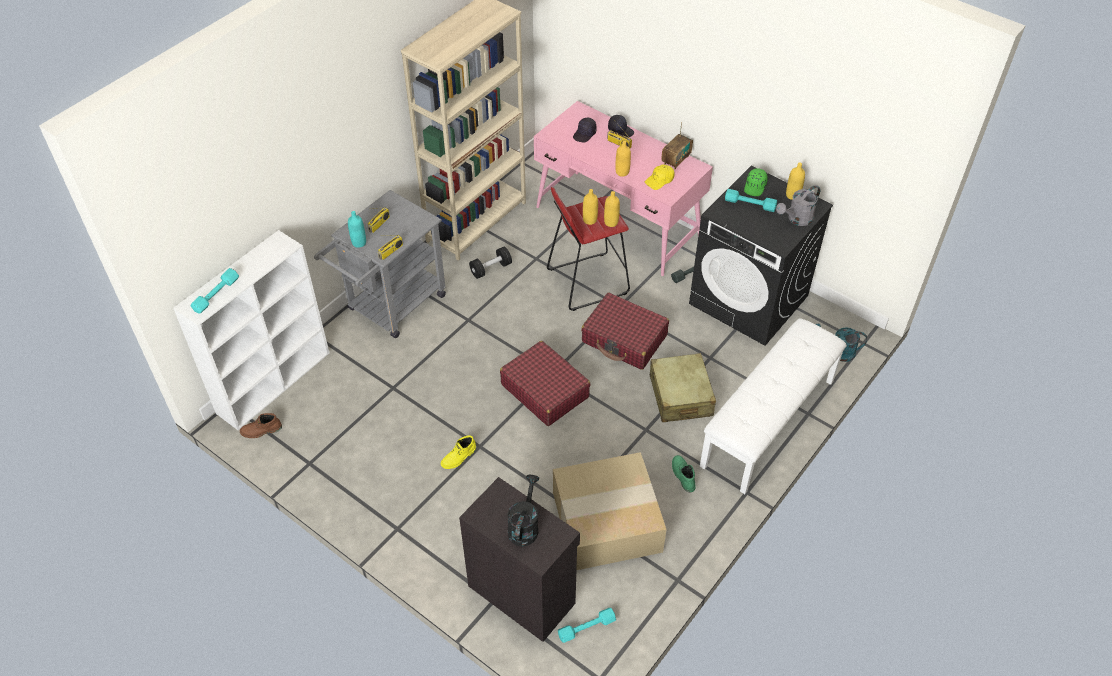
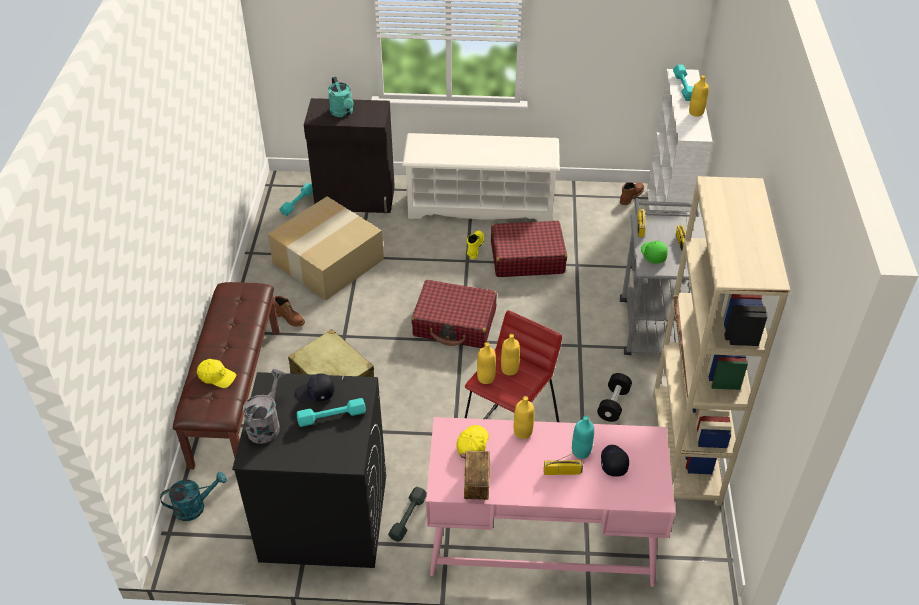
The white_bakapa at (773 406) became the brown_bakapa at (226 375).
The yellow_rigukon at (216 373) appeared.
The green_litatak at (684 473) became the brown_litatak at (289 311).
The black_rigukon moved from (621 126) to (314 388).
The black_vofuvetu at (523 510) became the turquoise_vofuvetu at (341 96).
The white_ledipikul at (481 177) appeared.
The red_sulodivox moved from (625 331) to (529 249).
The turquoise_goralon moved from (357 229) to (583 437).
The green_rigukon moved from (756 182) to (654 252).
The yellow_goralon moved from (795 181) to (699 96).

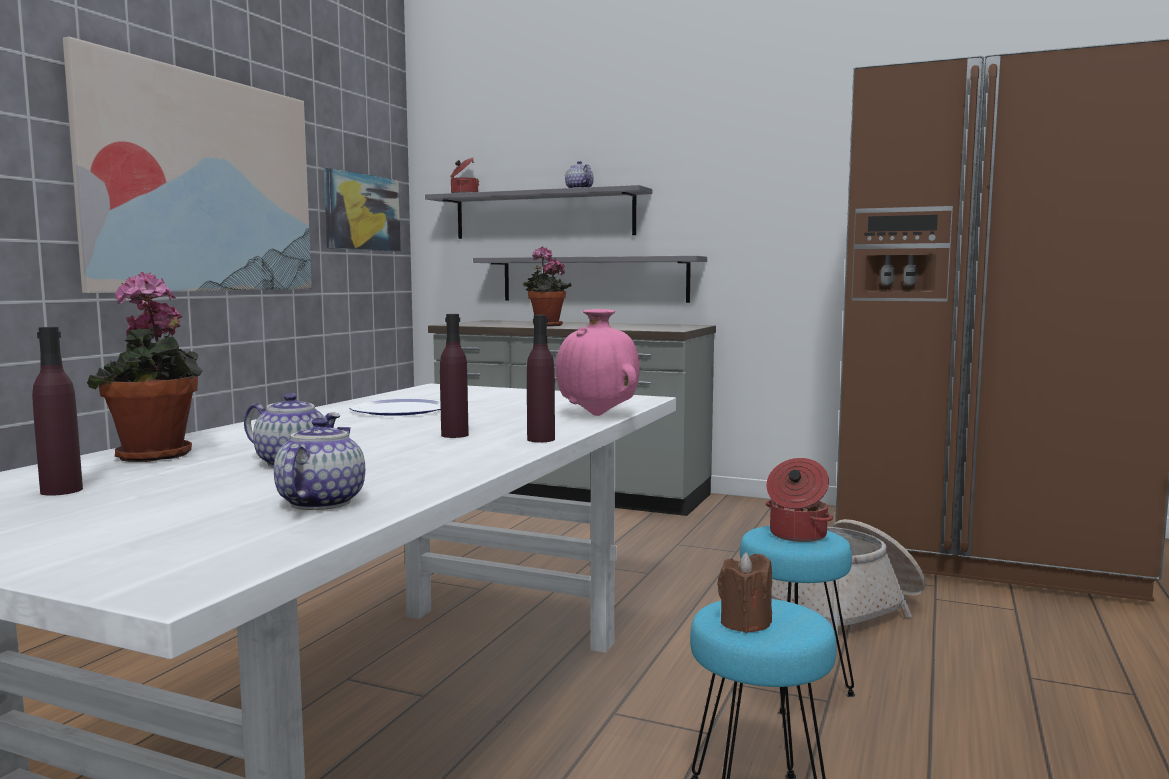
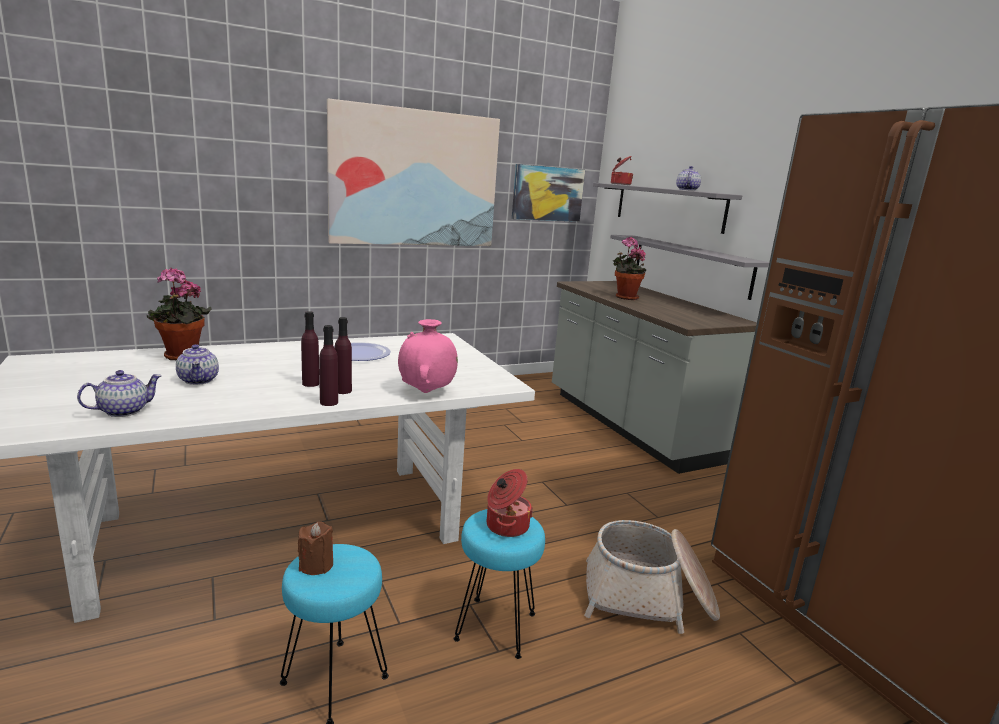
The purple_goralon moved from (57 411) to (343 355).

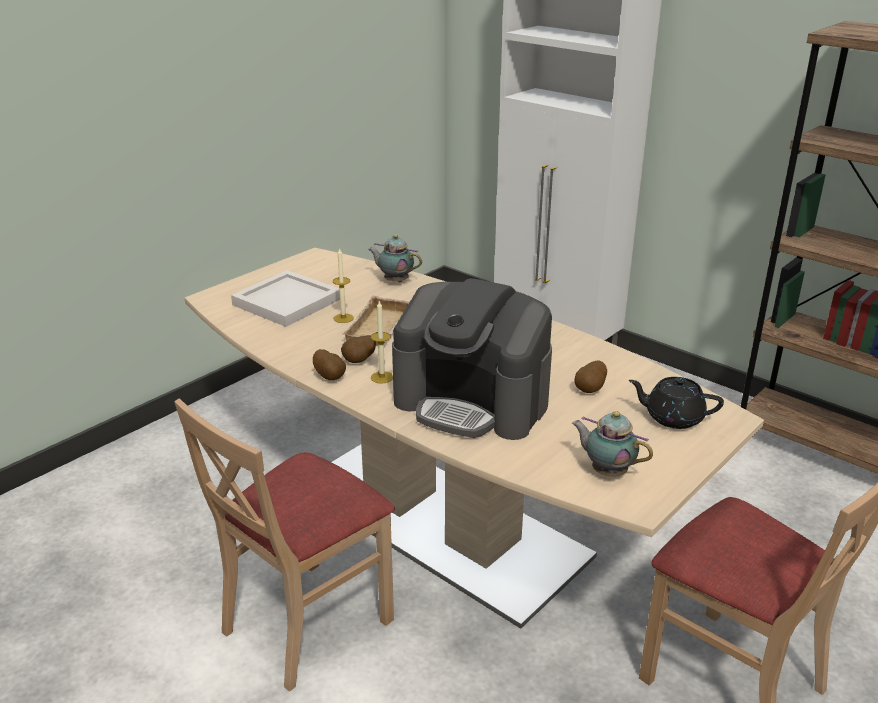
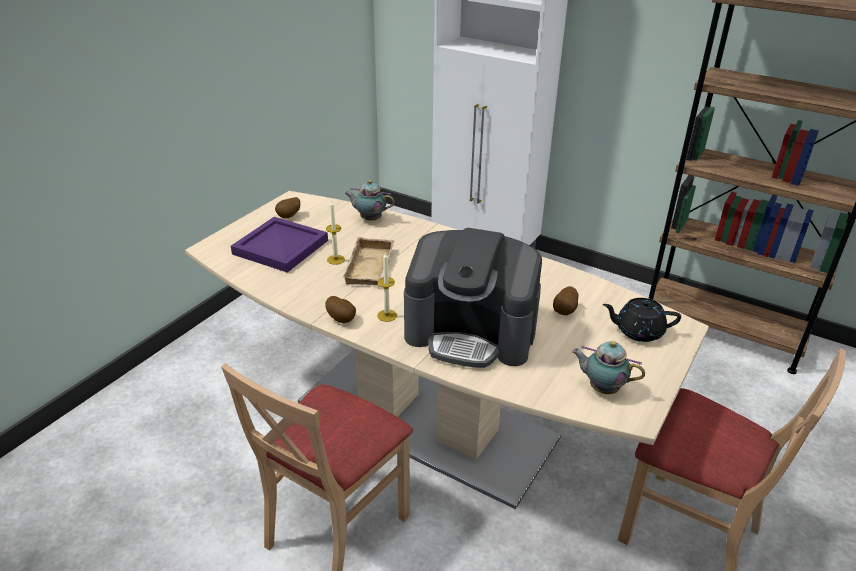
The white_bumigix at (285 298) became the purple_bumigix at (279 245).
The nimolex moved from (358 349) to (287 207).

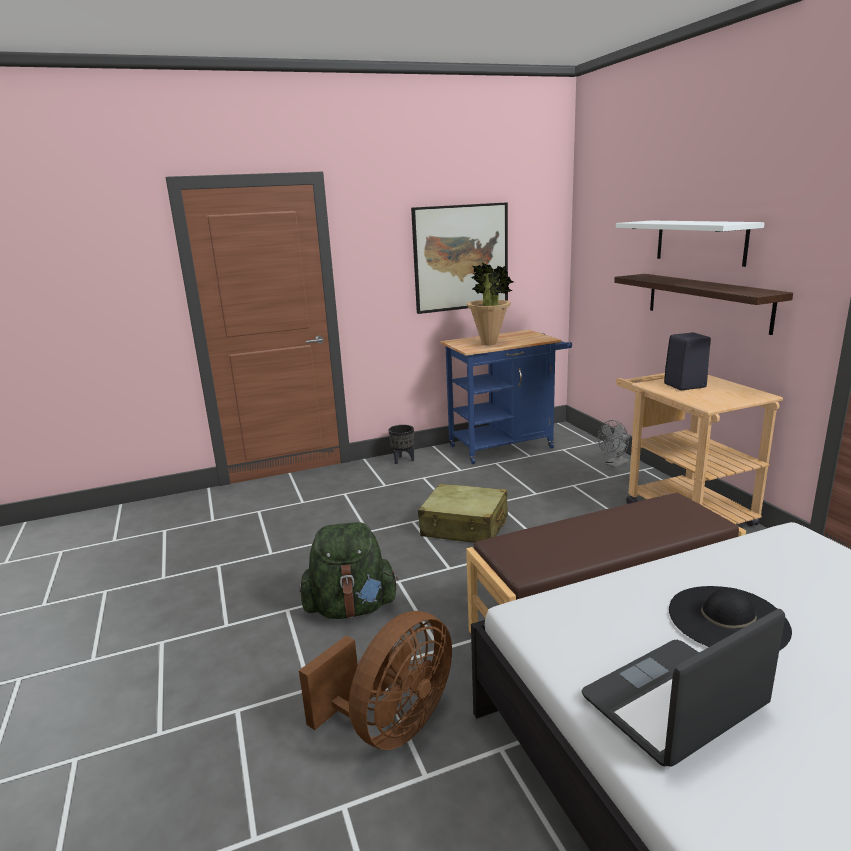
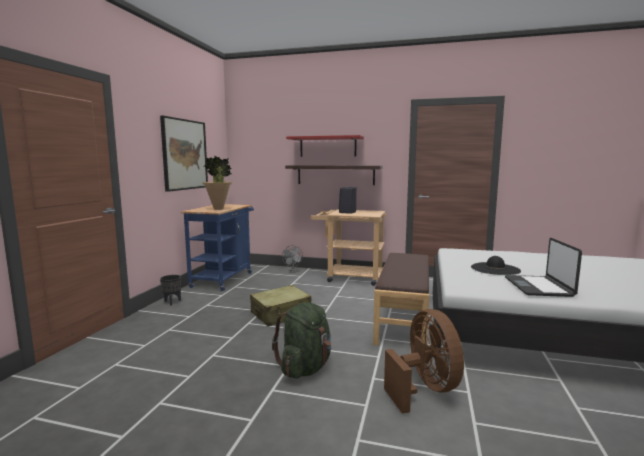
The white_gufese at (690 244) became the red_gufese at (325 146).

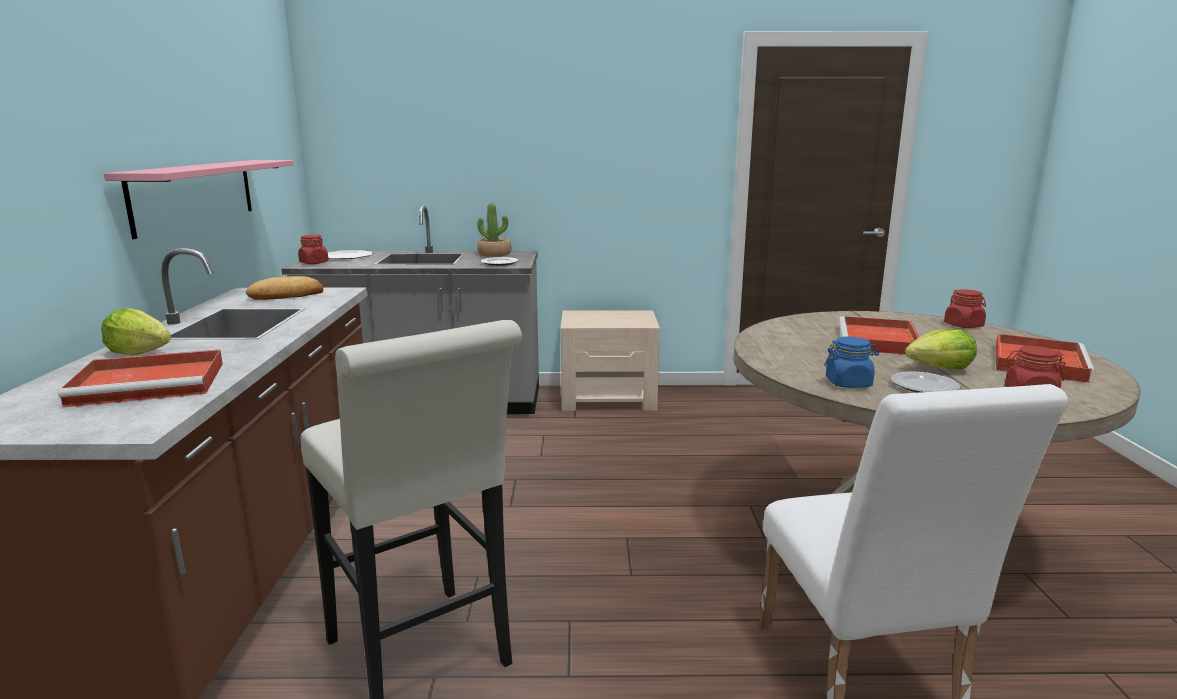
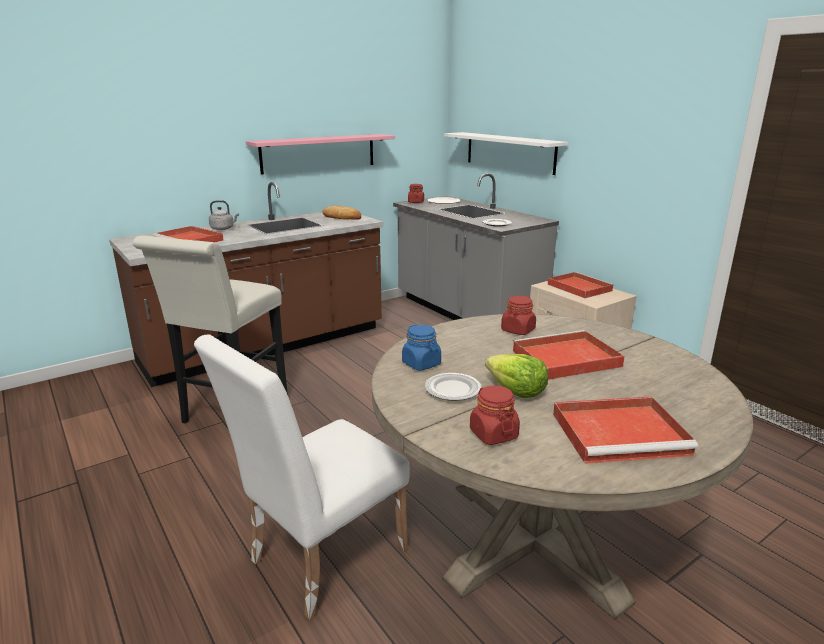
The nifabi at (136 332) was replaced by the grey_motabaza at (224 215).
The white_gufese at (506 153) appeared.
The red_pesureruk moved from (965 308) to (518 315).
The red_bumigix at (581 285) appeared.
The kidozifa at (494 230) disappeared.

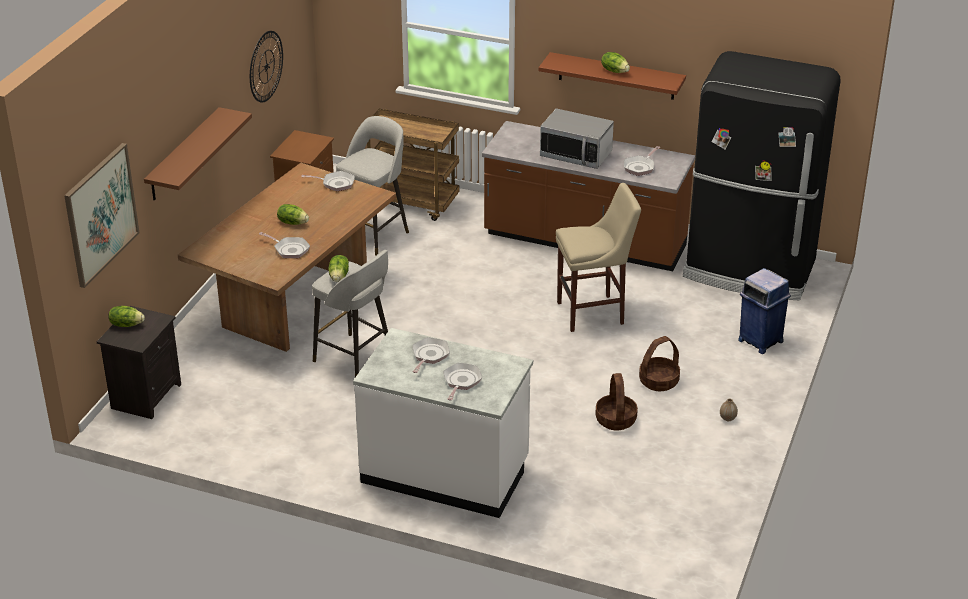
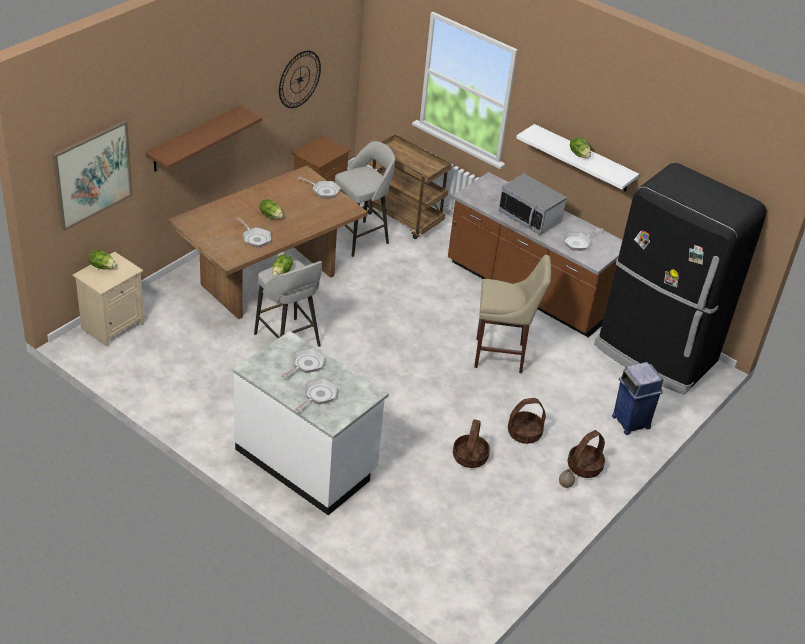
The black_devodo at (139 362) became the beige_devodo at (108 299).
The brown_gufese at (612 76) became the white_gufese at (577 158).
The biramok at (586 454) appeared.

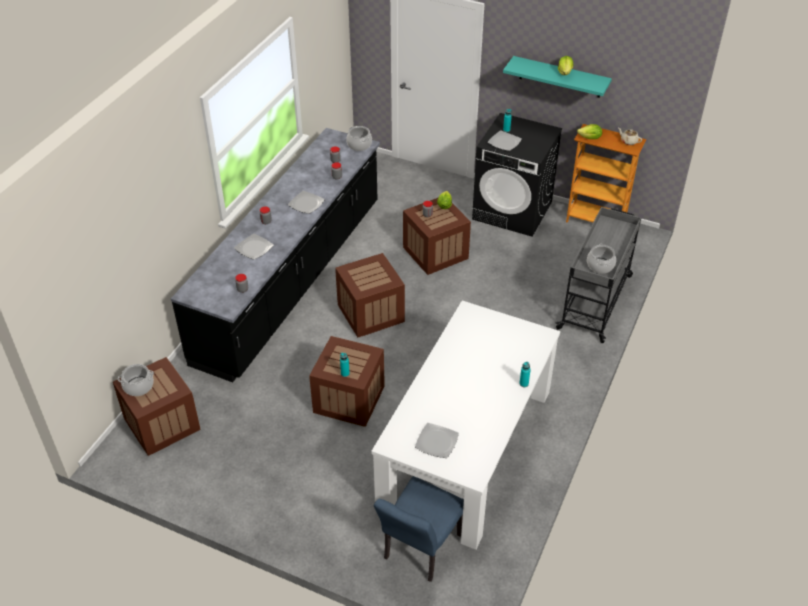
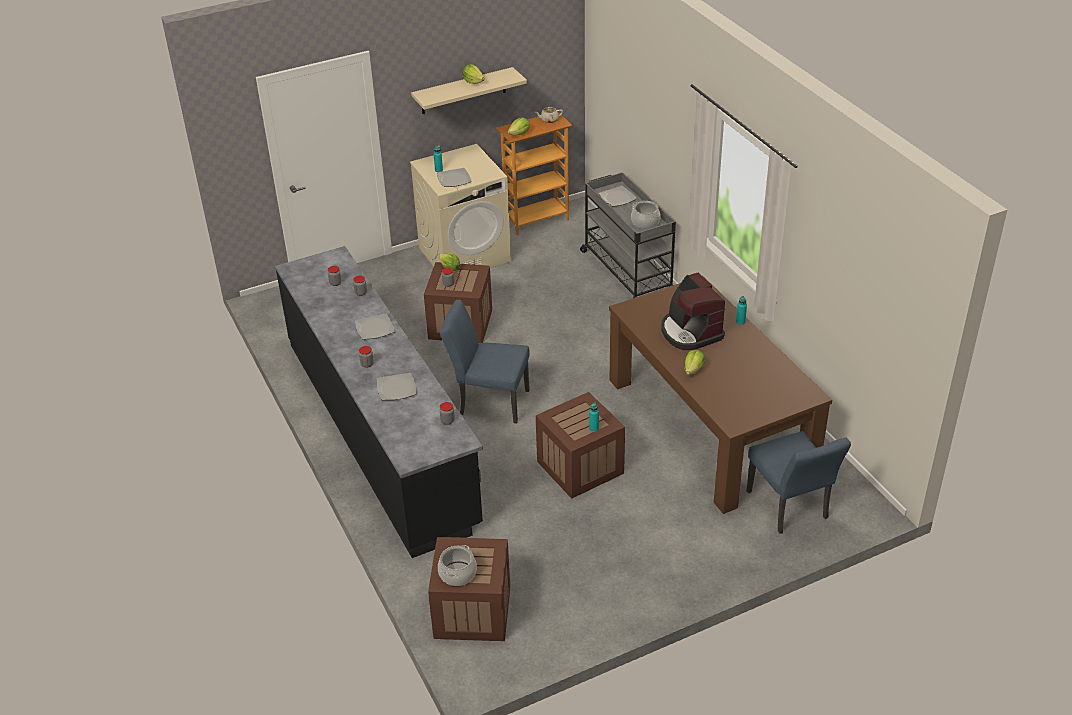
The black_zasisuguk at (517 174) became the beige_zasisuguk at (460 206).
The turquoise_gufese at (557 77) became the beige_gufese at (469 90).
The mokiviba at (370 295) was replaced by the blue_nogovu at (485 362).
The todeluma moved from (437 440) to (618 196).
The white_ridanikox at (465 425) became the brown_ridanikox at (720 395).
The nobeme at (693 311) appeared.
The nifabi at (695 362) appeared.
The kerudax at (359 138) disappeared.

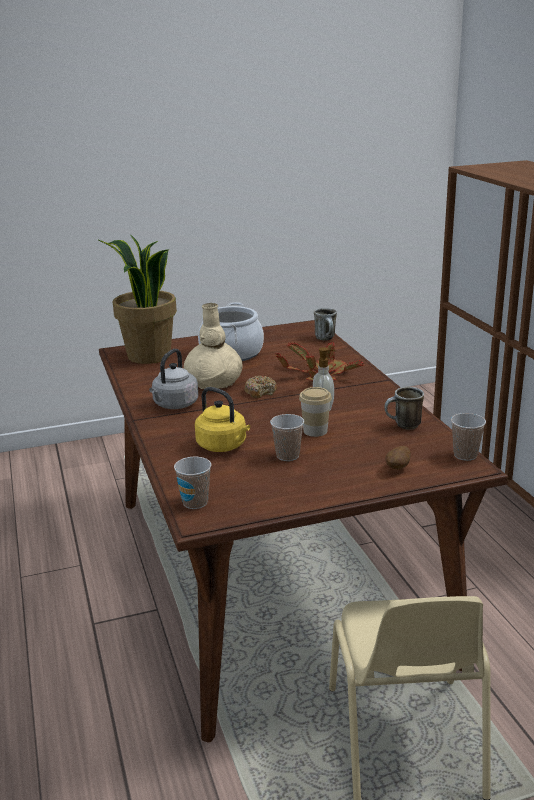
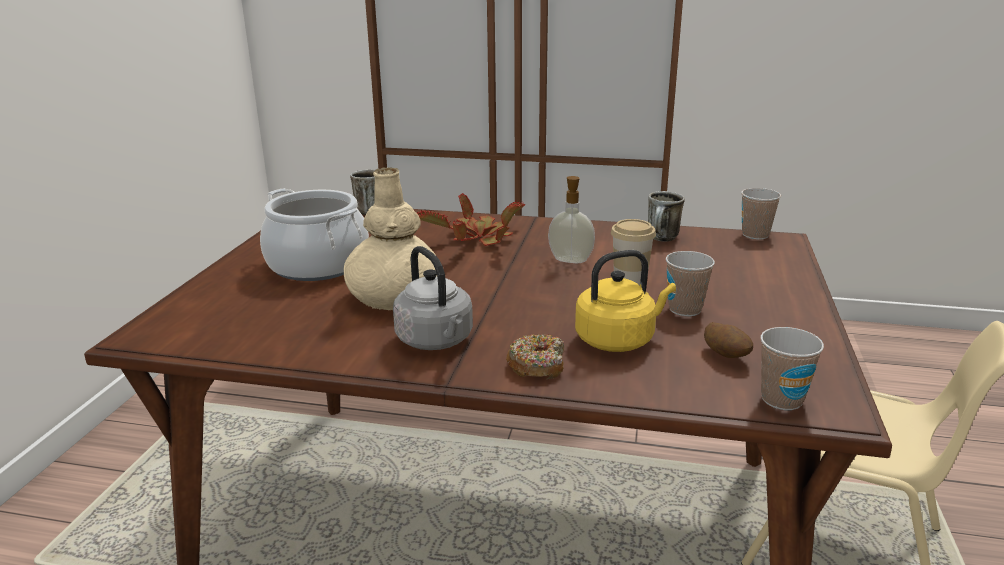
The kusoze moved from (260 387) to (535 356).
The nimolex moved from (398 457) to (728 340).
The kidozifa at (137 299) disappeared.

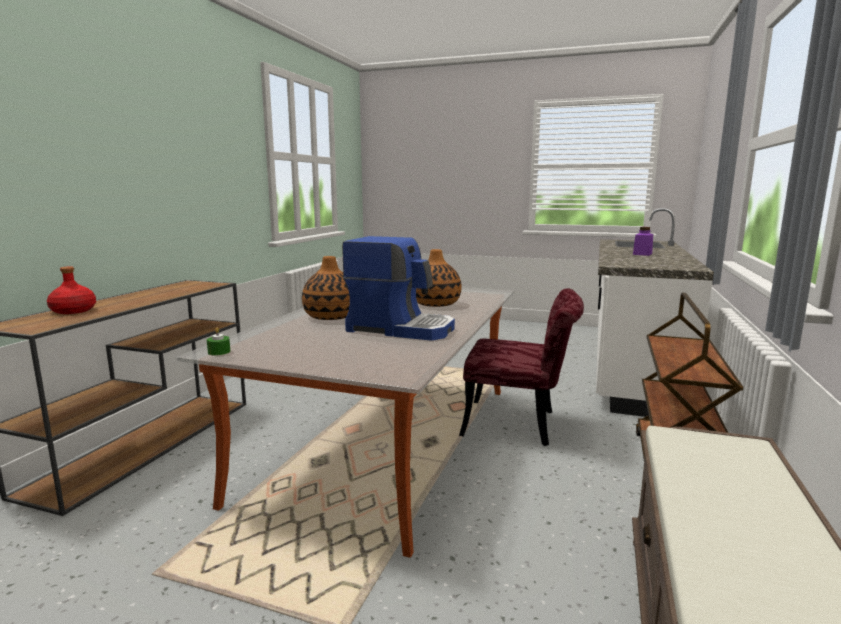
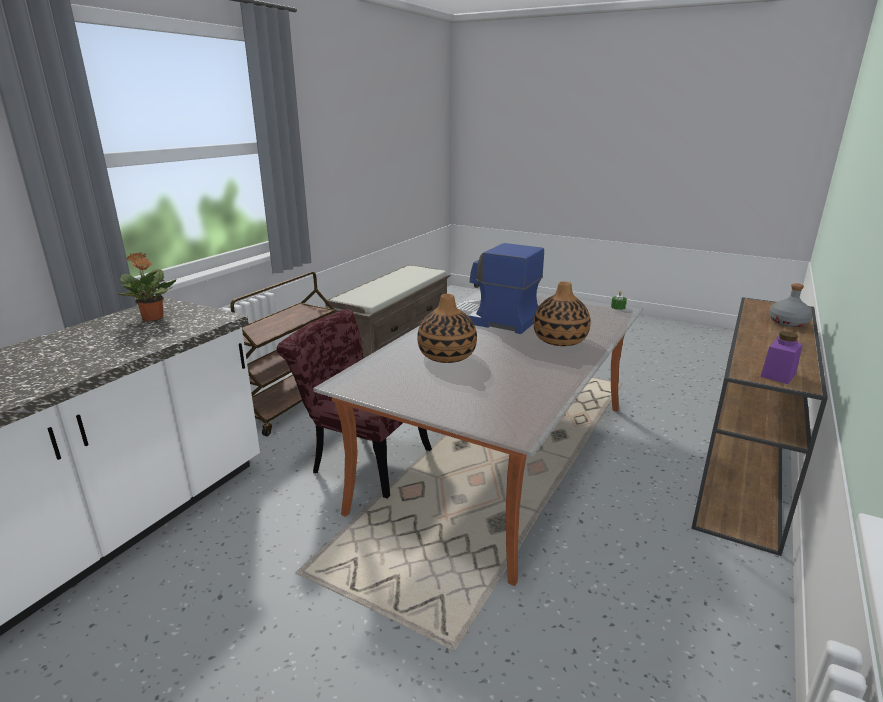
The kidozifa at (148 286) appeared.
The purple_pesureruk moved from (643 241) to (782 357).
The red_goralon at (71 290) became the grey_goralon at (790 305).

